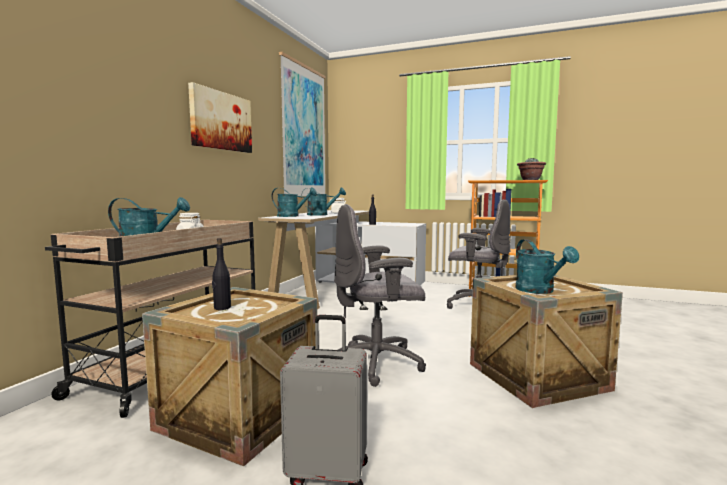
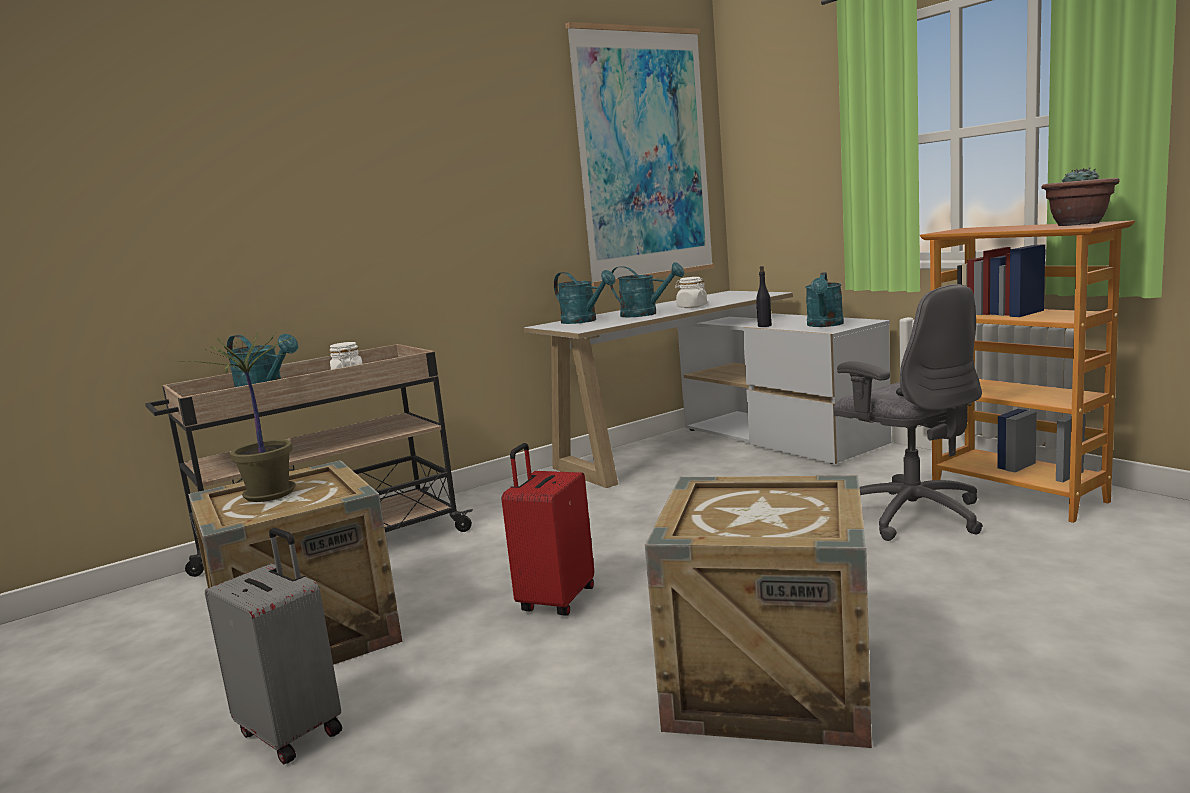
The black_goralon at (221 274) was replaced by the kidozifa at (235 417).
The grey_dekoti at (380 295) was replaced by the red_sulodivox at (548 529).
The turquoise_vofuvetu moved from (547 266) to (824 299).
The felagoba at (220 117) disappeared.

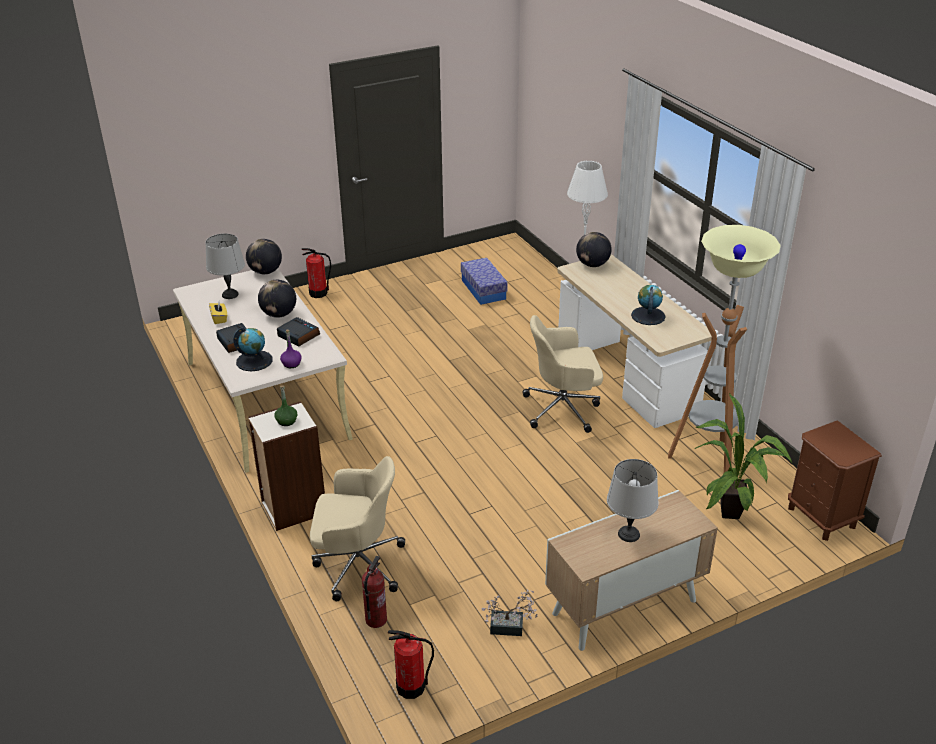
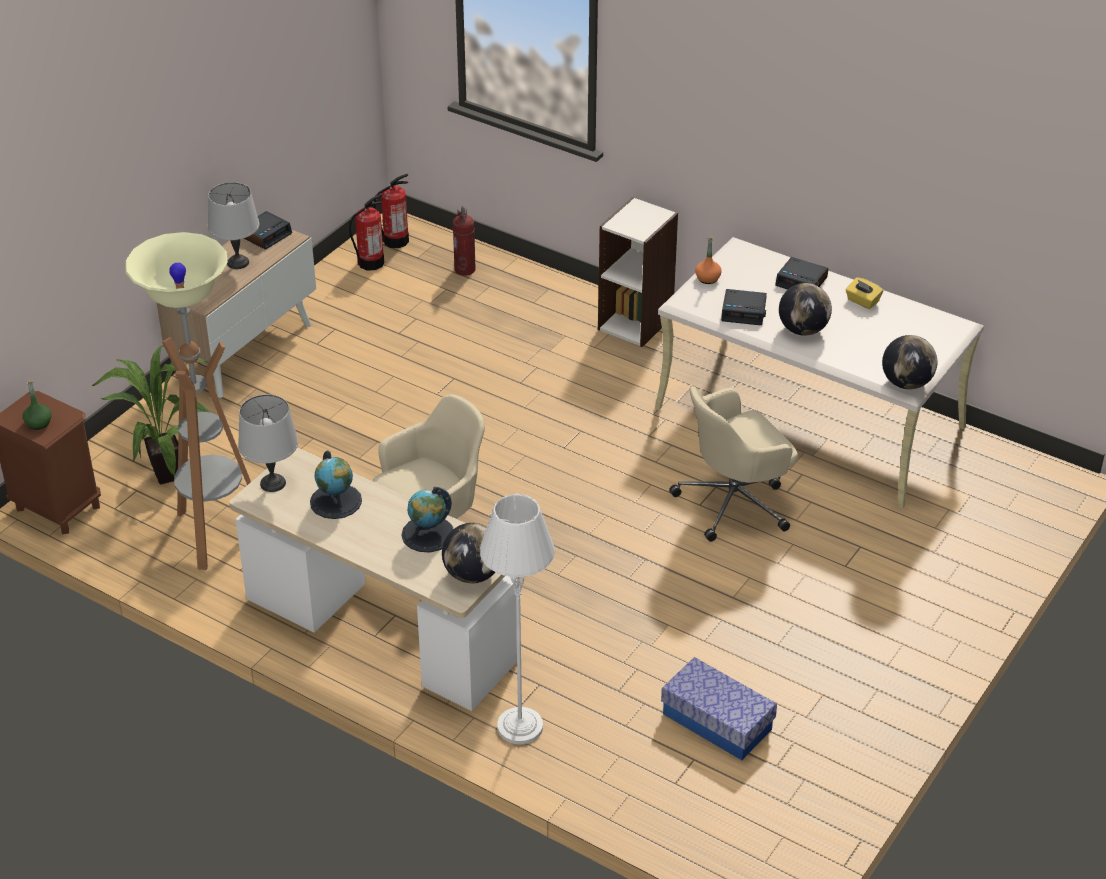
The green_goralon moved from (285 405) to (37 404).
The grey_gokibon moved from (225 266) to (268 443).
The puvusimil at (267 230) appeared.
The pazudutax moved from (316 273) to (366 232).
The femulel moved from (253 349) to (427 520).
The beige_dekoti moved from (357 528) to (733 464).
The purple_goralon at (291 348) became the orange_goralon at (708 260).
The kidozifa at (510 612) disappeared.

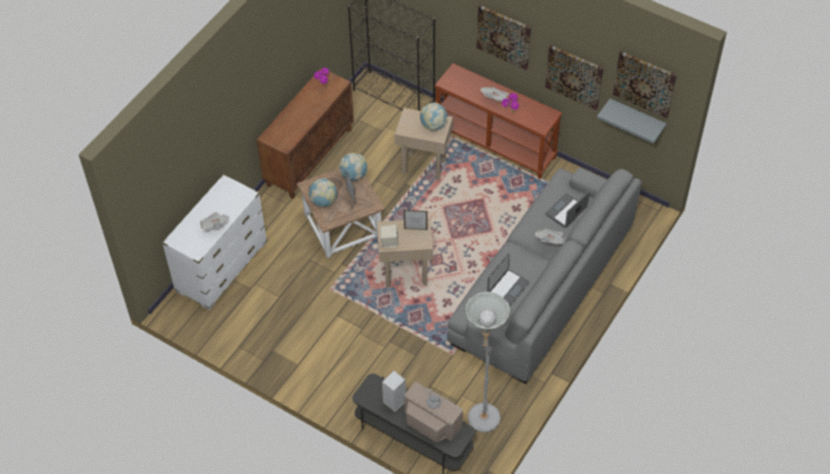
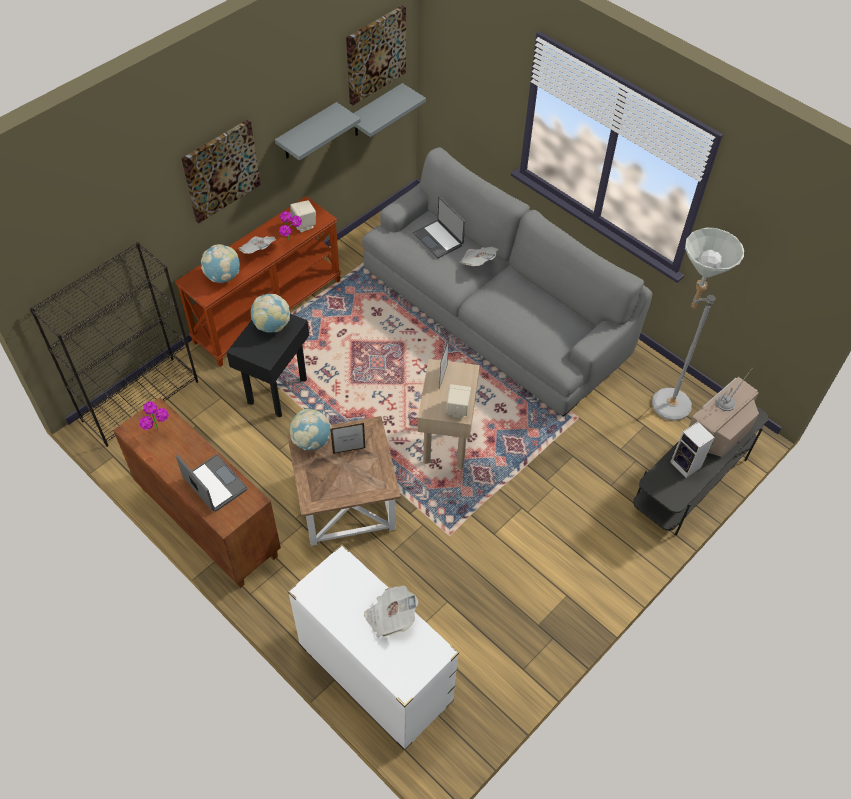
The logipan moved from (508 280) to (212 483).
The femulel moved from (323 192) to (220 263).
The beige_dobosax at (424 144) became the black_dobosax at (267 365).
The felagoba at (574 77) was replaced by the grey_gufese at (318 131).
The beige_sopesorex at (303 216) appeared.

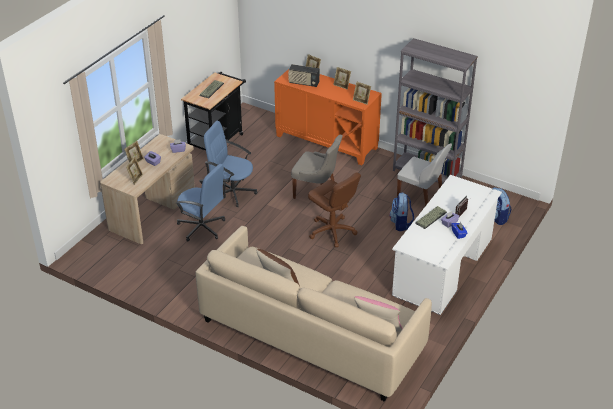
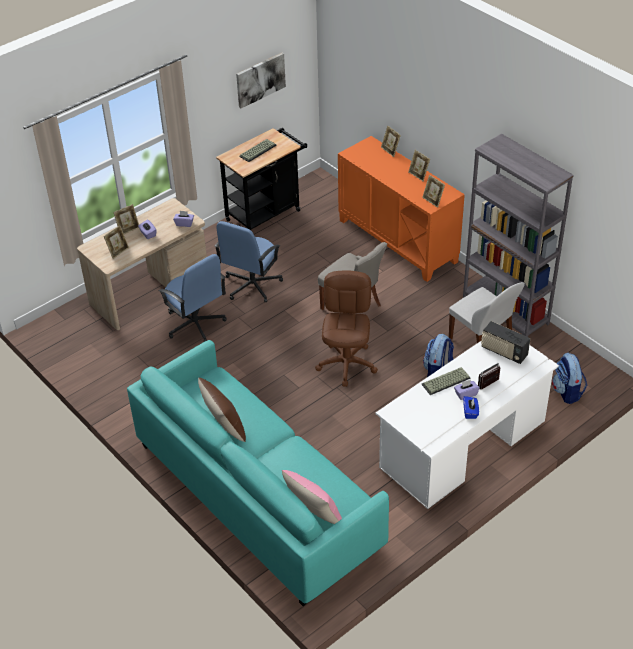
The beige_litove at (313 314) became the turquoise_litove at (258 473).
The blue_dekoti at (230 164) turned 105 degrees counterclockwise.
The felagoba at (261 80) appeared.
The brown_dekoti at (334 209) turned 150 degrees counterclockwise.
The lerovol moved from (304 75) to (505 342).

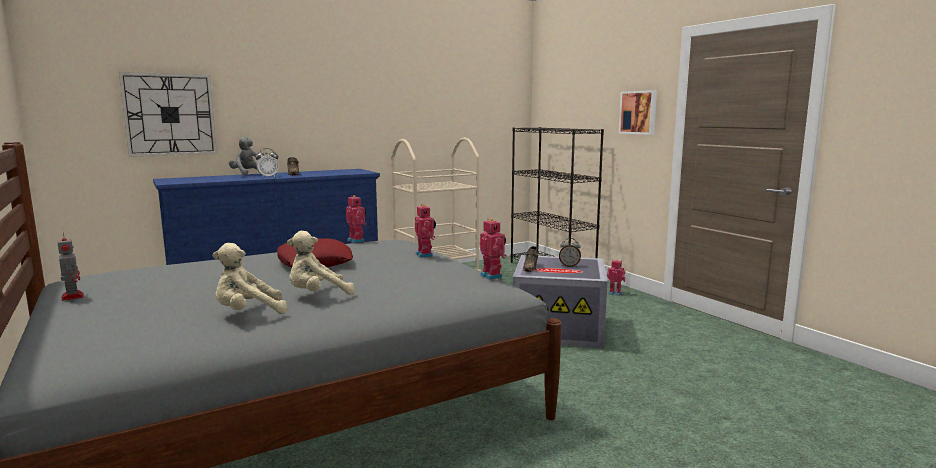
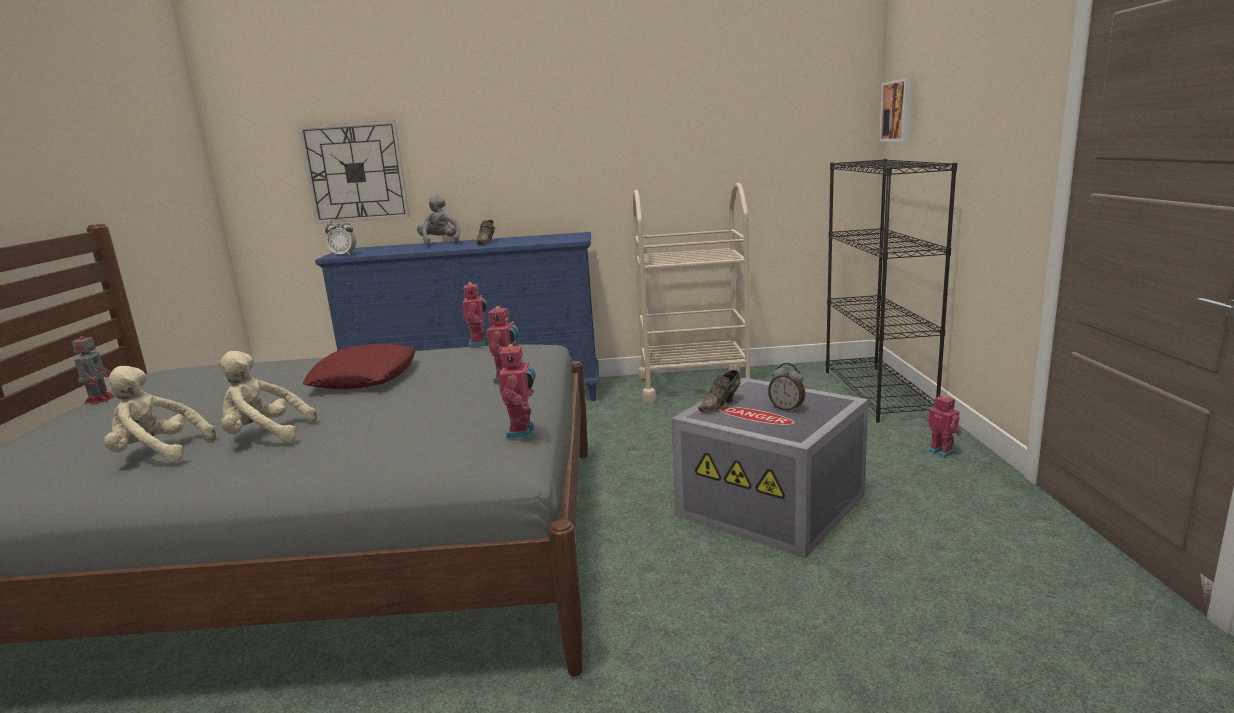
The puvusimil moved from (267 163) to (340 238).
The felagoba moved from (638 112) to (896 109).

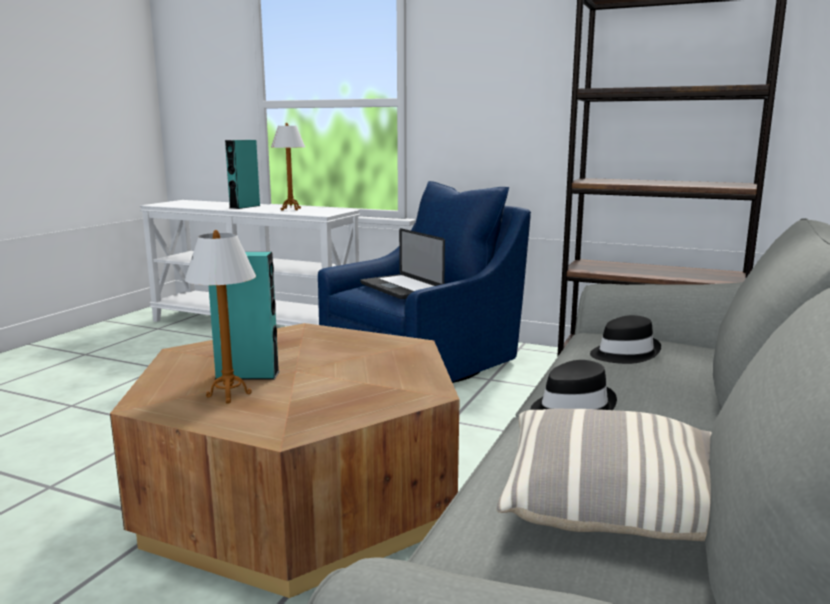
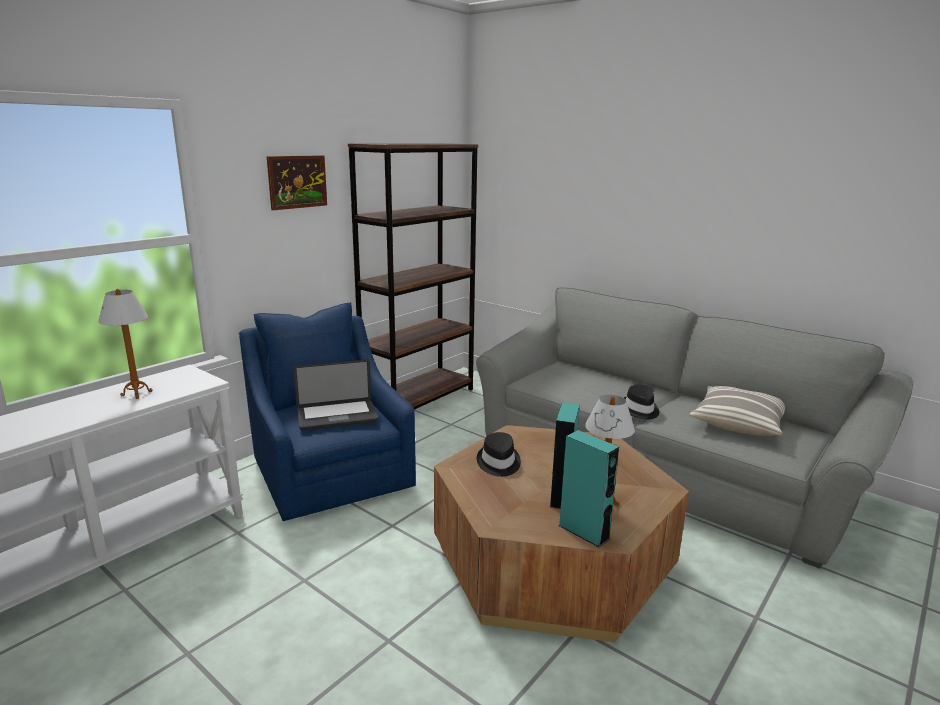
The felagoba at (297 182) appeared.
The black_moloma moved from (625 339) to (499 454).
The turquoise_sopesorex moved from (242 174) to (588 488).

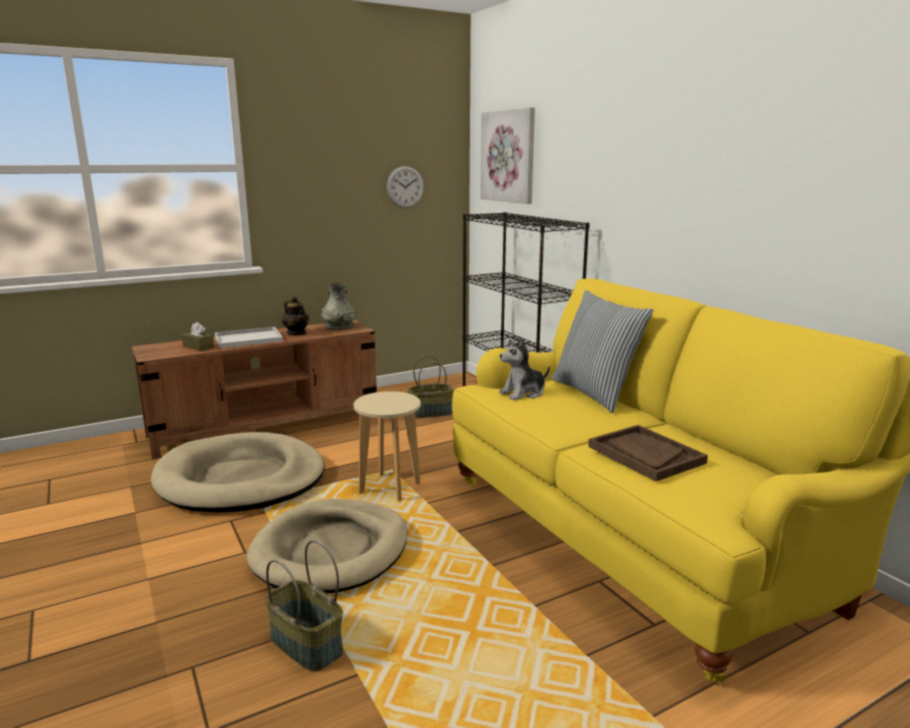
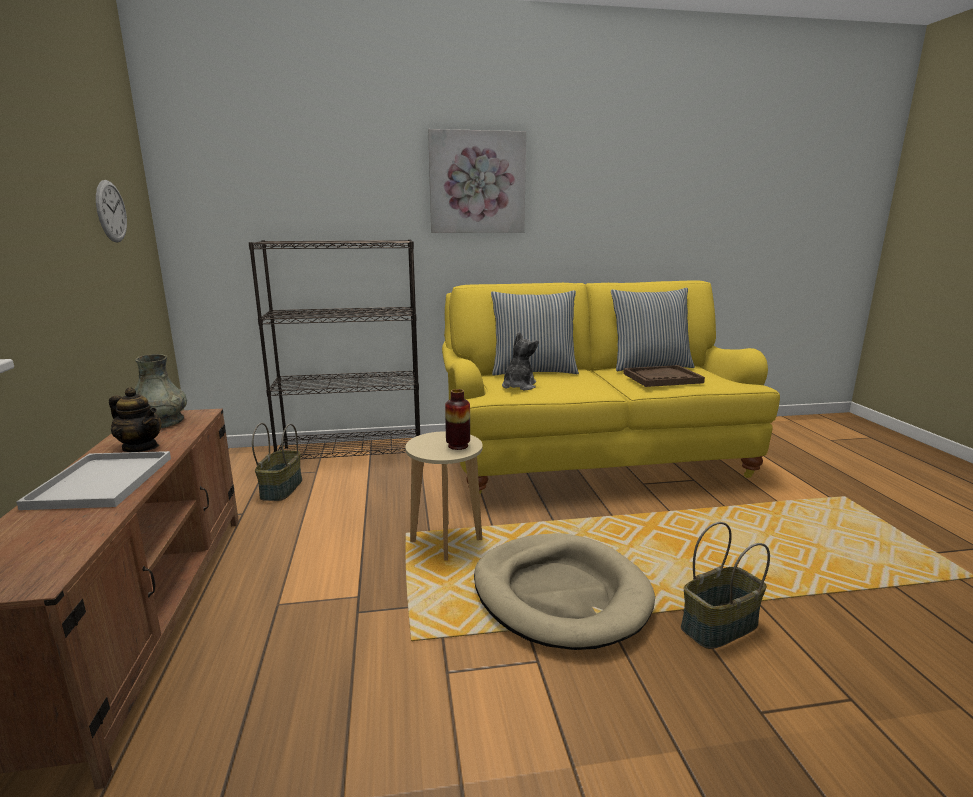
The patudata at (295 315) turned 45 degrees clockwise.
The felagoba moved from (507 155) to (477 181).
The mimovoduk at (457 419) appeared.
The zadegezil at (524 368) turned 150 degrees counterclockwise.
The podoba at (653 329) appeared.
The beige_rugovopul at (238 472) disappeared.
The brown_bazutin at (197 336) disappeared.

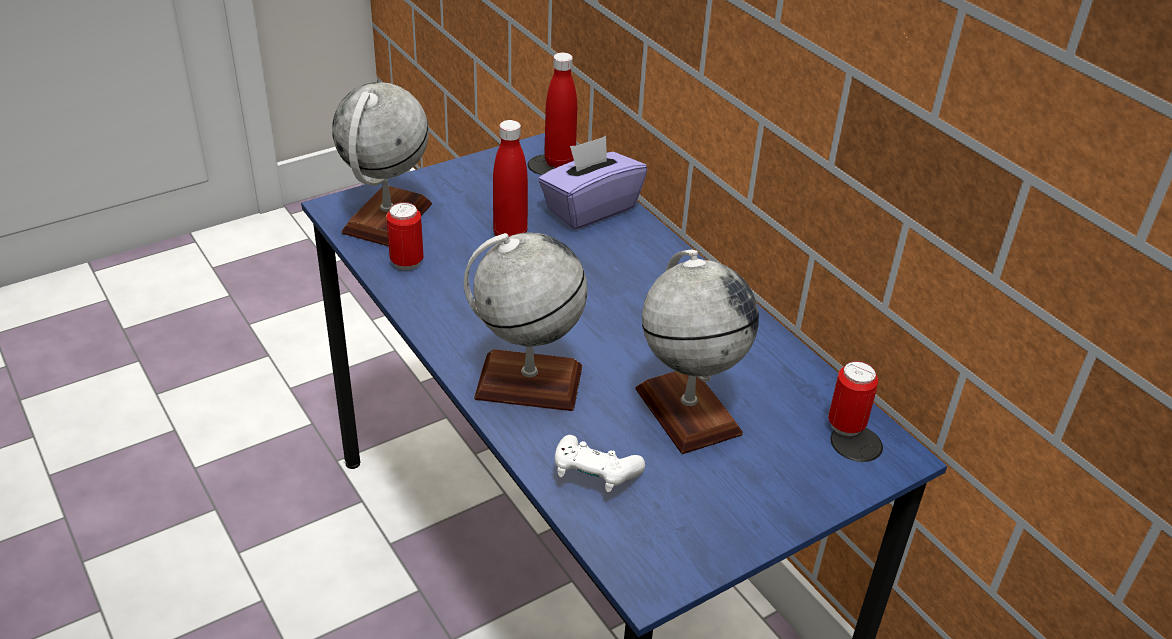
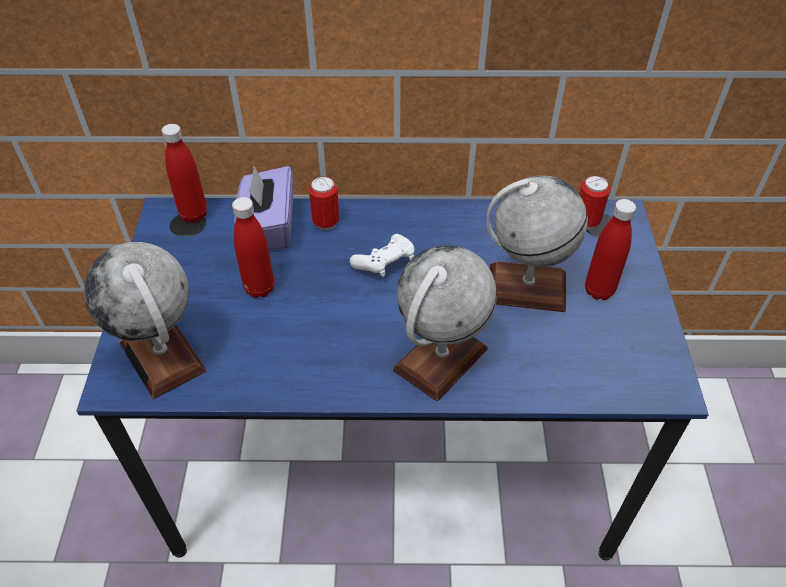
The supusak moved from (404 236) to (324 203).
The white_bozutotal moved from (600 463) to (382 255).
The red_goralon at (610 249) appeared.

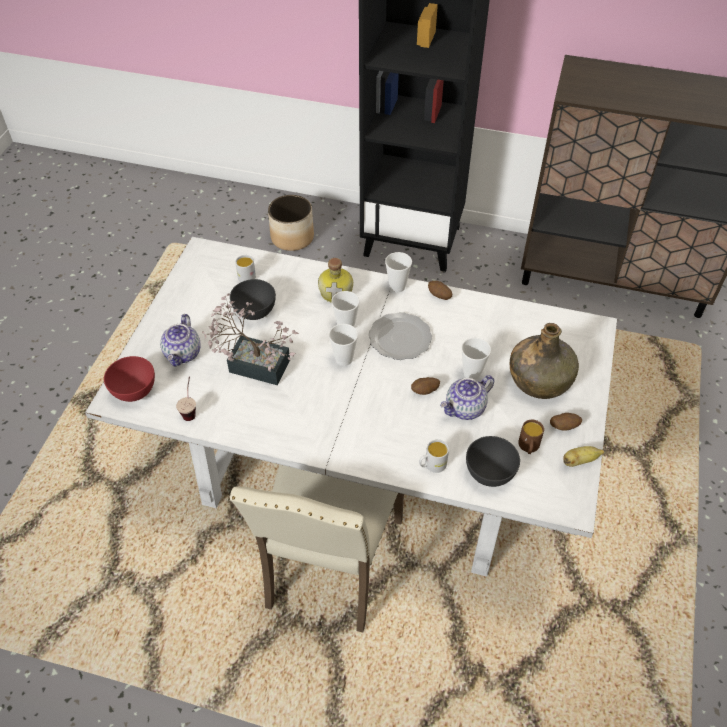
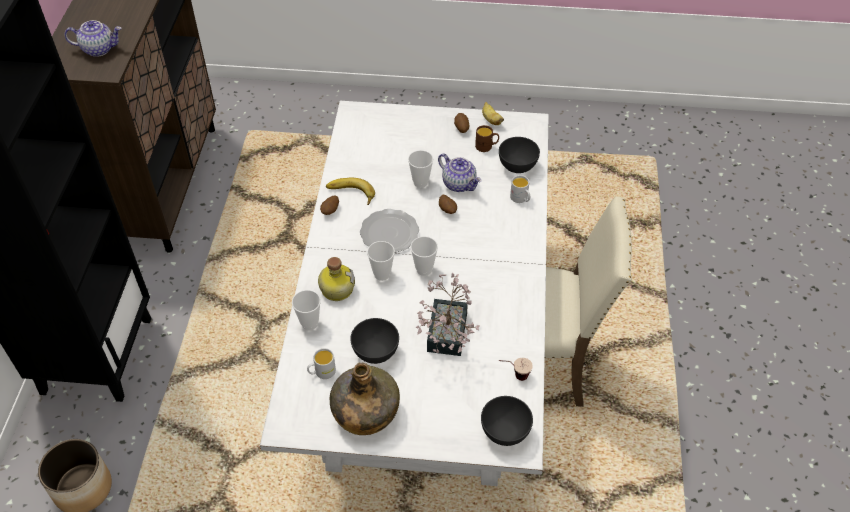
The patudata moved from (180 340) to (93 38).
The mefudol moved from (398 272) to (306 310).
The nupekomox at (350 191) appeared.
The green_goralon moved from (544 361) to (365 399).
The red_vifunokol at (129 379) became the grey_vifunokol at (507 421).

